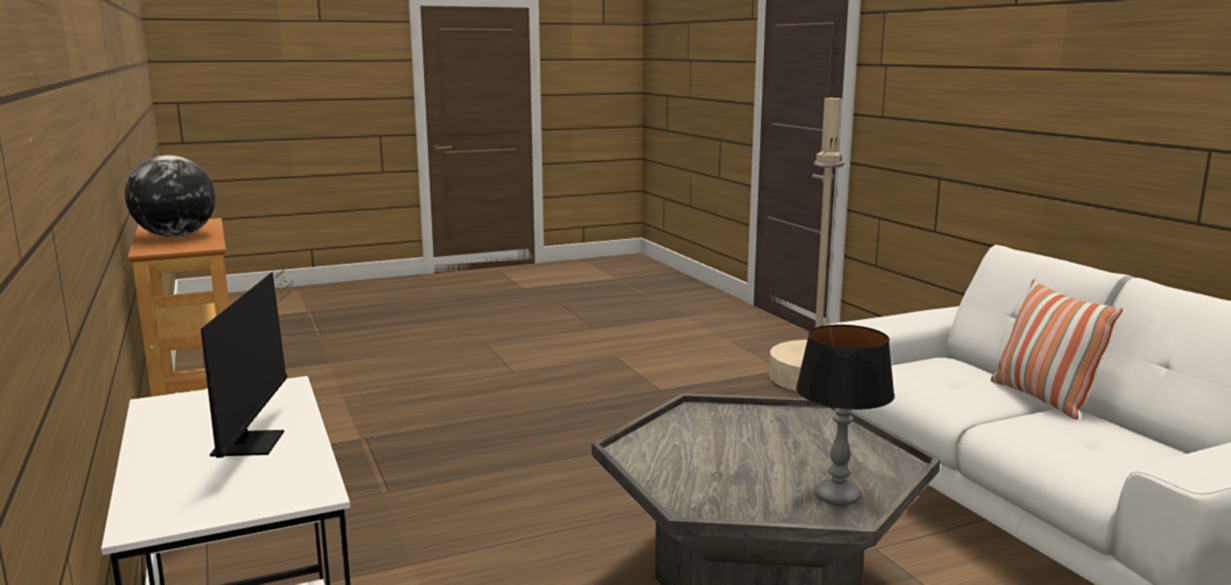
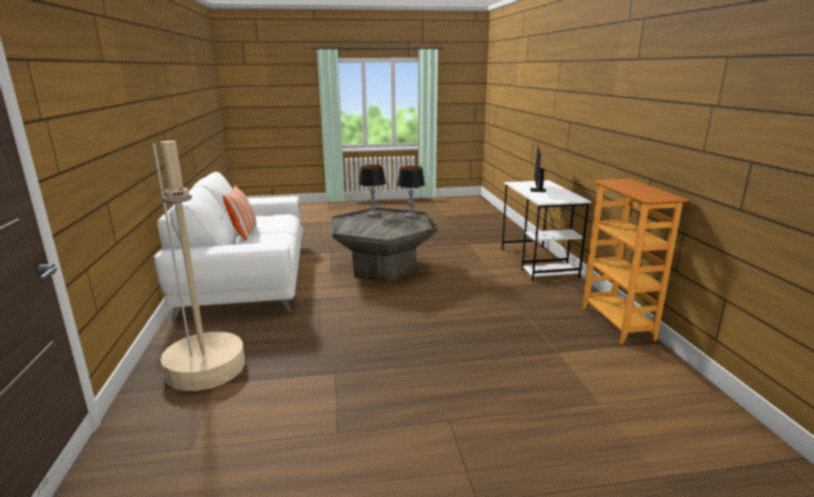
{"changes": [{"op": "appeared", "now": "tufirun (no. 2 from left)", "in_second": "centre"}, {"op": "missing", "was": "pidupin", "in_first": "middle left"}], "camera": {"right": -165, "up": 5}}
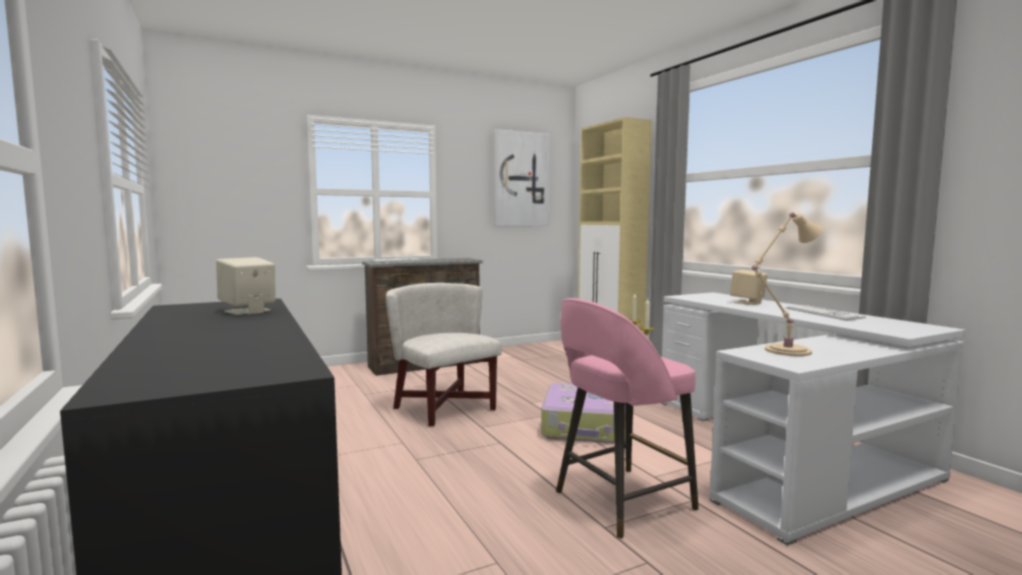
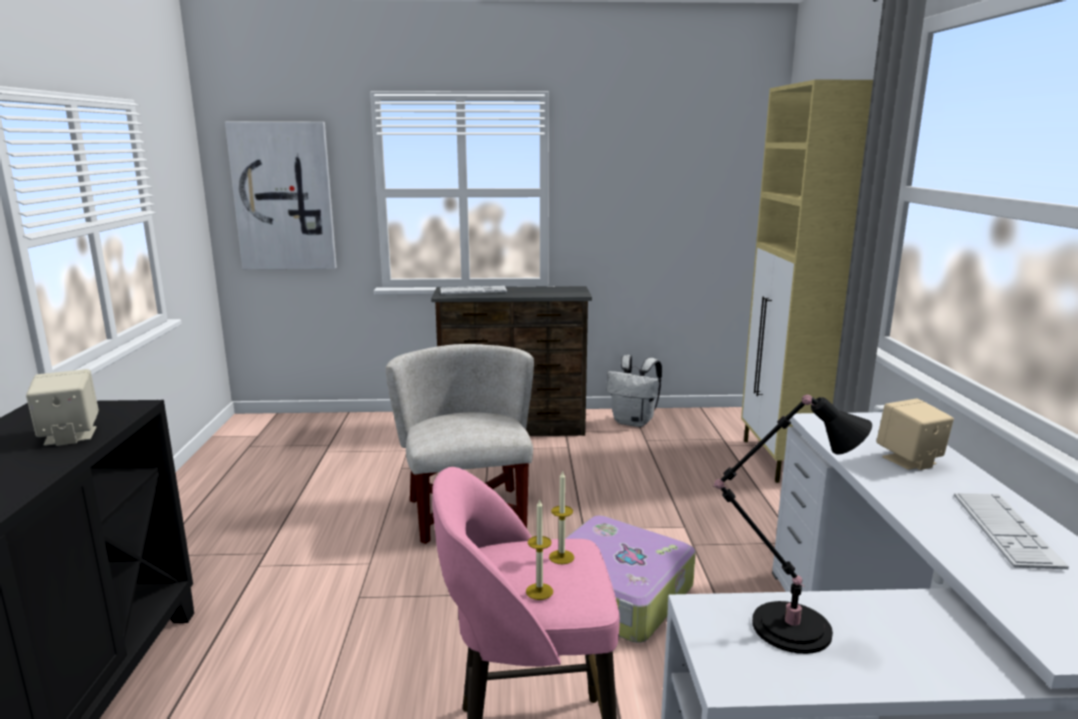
{"changes": [{"op": "relocated", "was": "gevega", "in_first": "top centre", "in_second": "top left"}, {"op": "appeared", "now": "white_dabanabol", "in_second": "centre"}, {"op": "colour", "was": "beige_tufirun", "now": "black_tufirun", "in_first": "middle right", "in_second": "bottom right"}], "camera": {"right": 25, "up": 10}}
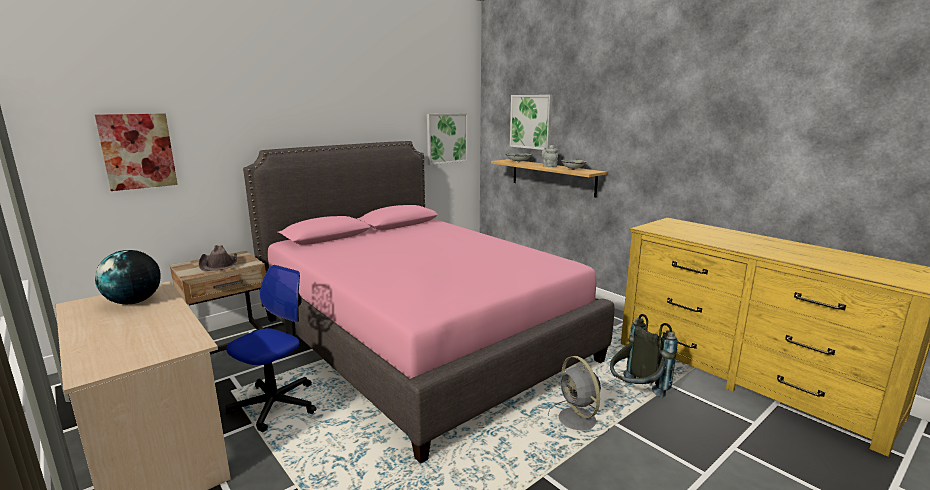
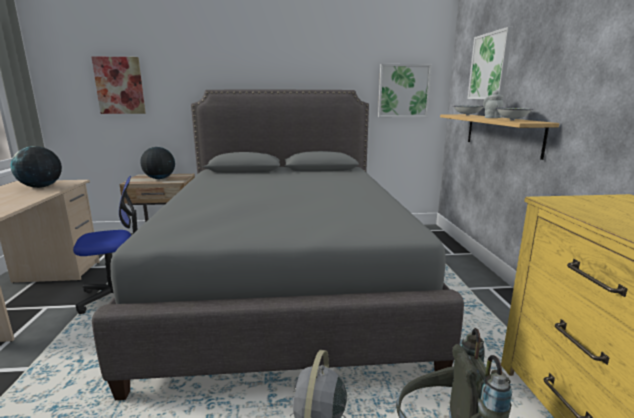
{"changes": [{"op": "colour", "was": "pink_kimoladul", "now": "grey_kimoladul", "in_first": "centre", "in_second": "centre"}, {"op": "exchanged", "was": "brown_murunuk", "now": "pidupin (no. 2 from left)", "in_first": "middle left", "in_second": "middle left"}], "camera": {"right": 35, "up": 0}}
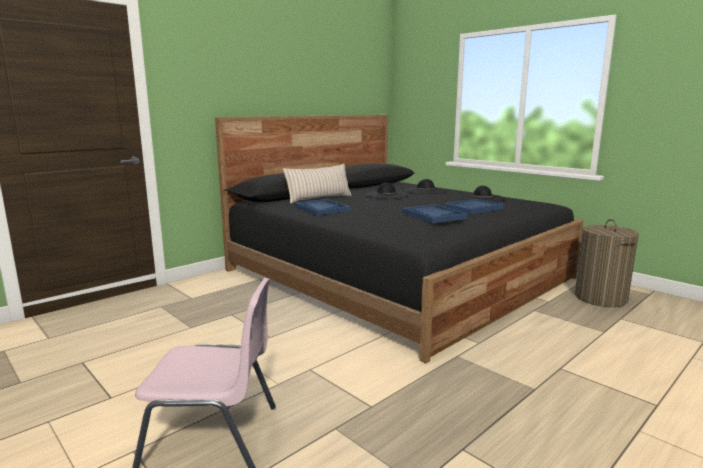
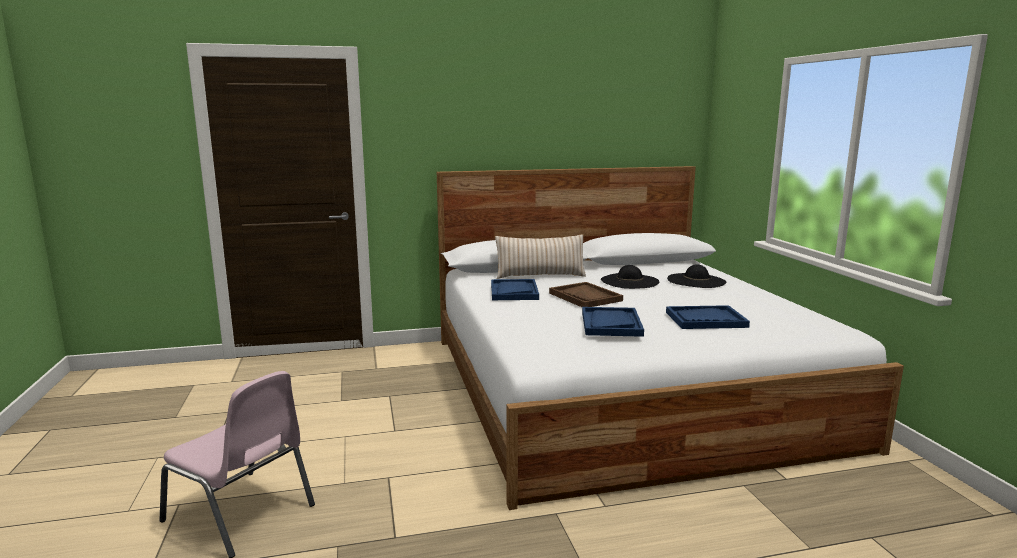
{"changes": [{"op": "colour", "was": "black_kimoladul", "now": "white_kimoladul", "in_first": "centre", "in_second": "centre"}, {"op": "appeared", "now": "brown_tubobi", "in_second": "centre"}, {"op": "missing", "was": "black_murunuk (no. 3 from left)", "in_first": "middle right"}, {"op": "missing", "was": "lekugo", "in_first": "middle right"}], "camera": {"right": 30, "up": 0}}
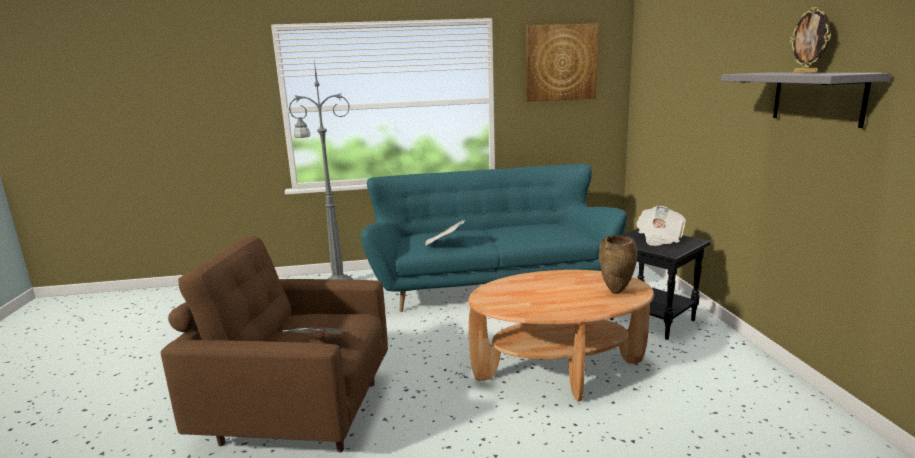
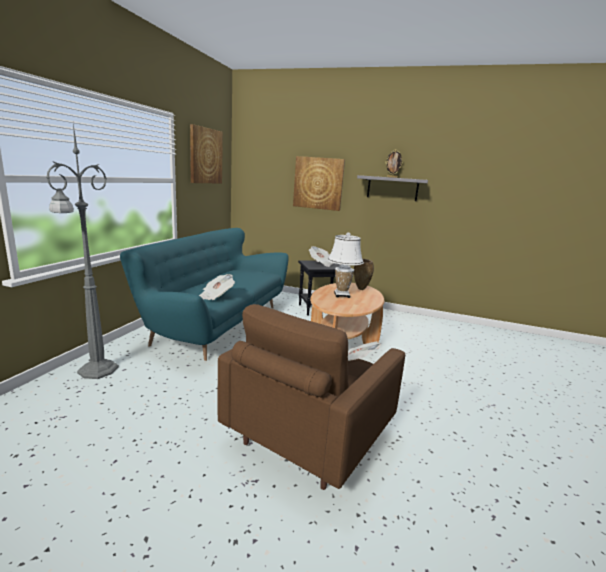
{"changes": [{"op": "appeared", "now": "gevega (no. 2 from left)", "in_second": "top centre"}, {"op": "appeared", "now": "white_tufirun", "in_second": "centre"}], "camera": {"right": -65, "up": 0}}
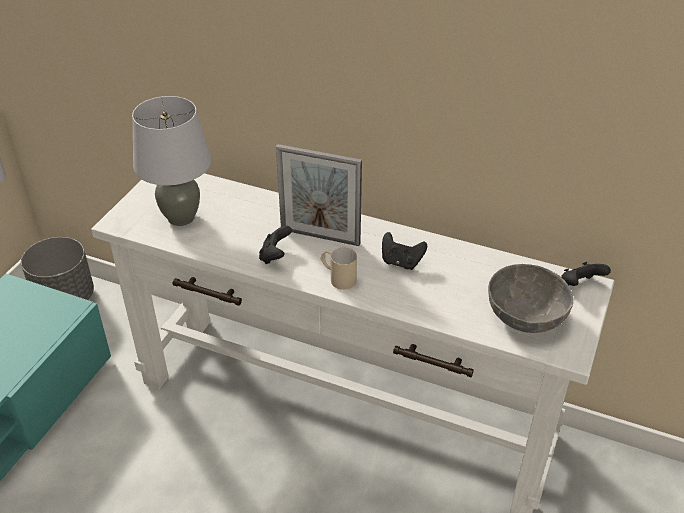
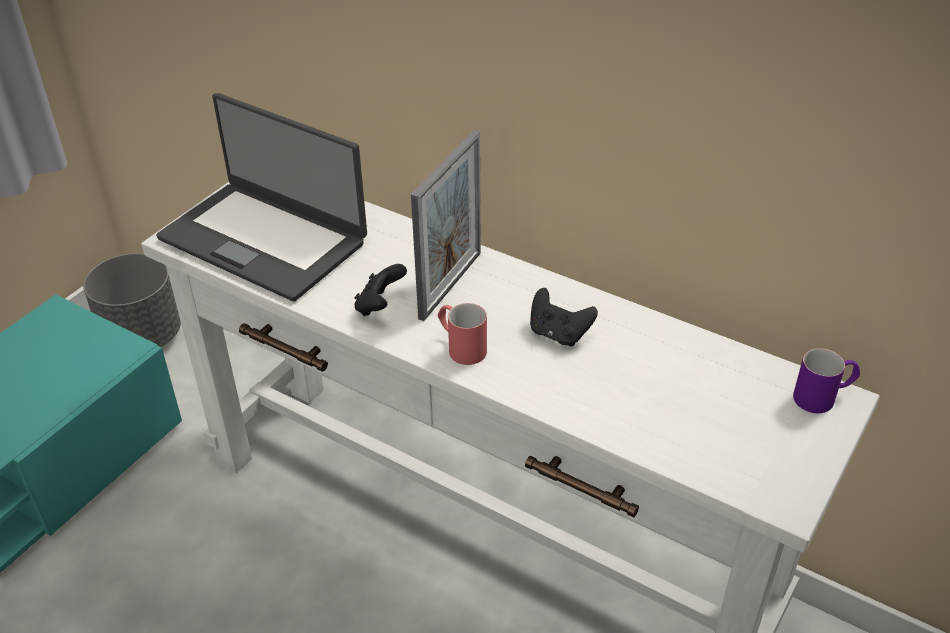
{"changes": [{"op": "exchanged", "was": "grey_tufirun", "now": "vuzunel", "in_first": "top left", "in_second": "top left"}, {"op": "spun", "was": "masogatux", "in_first": "centre", "in_second": "centre", "clockwise": -90}, {"op": "colour", "was": "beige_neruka", "now": "red_neruka", "in_first": "centre", "in_second": "centre"}, {"op": "exchanged", "was": "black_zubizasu (no. 3 from left)", "now": "purple_neruka", "in_first": "middle right", "in_second": "middle right"}, {"op": "missing", "was": "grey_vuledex", "in_first": "middle right"}], "camera": {"right": 10, "up": 0}}
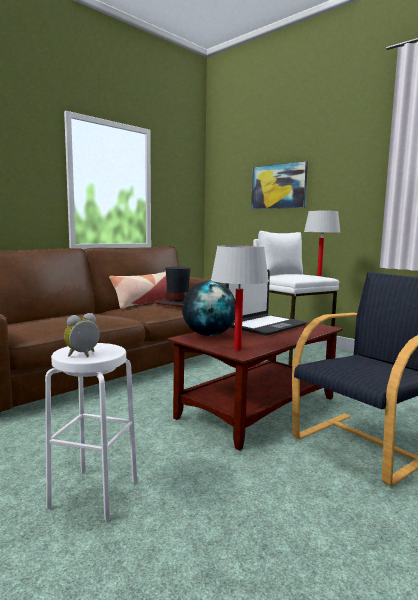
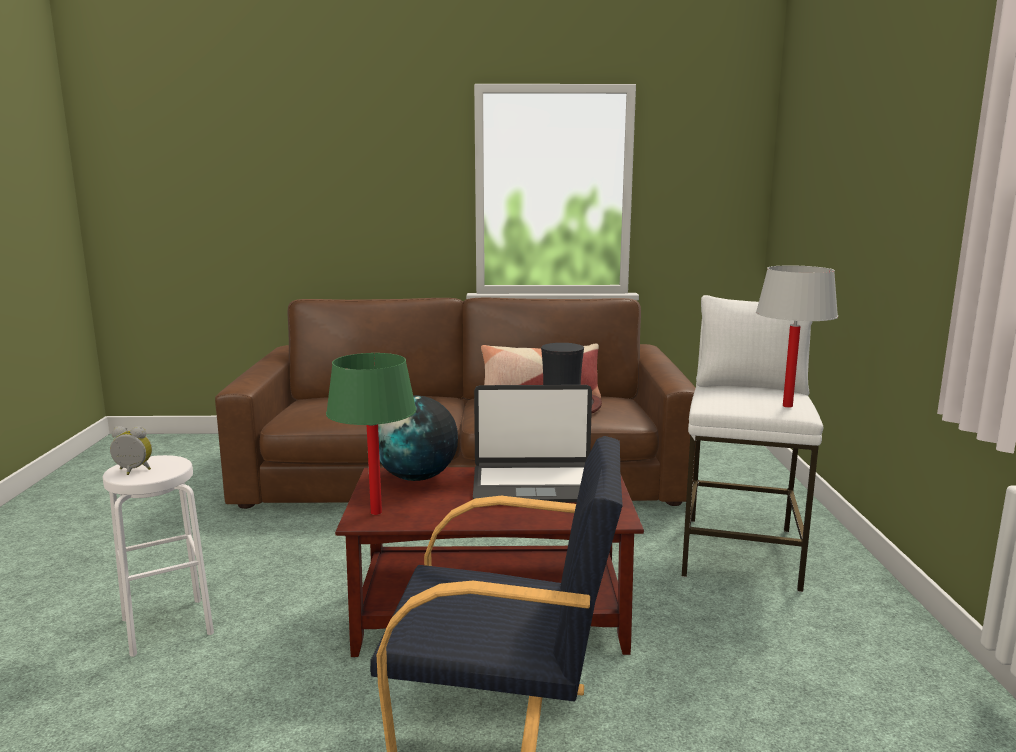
{"changes": [{"op": "colour", "was": "white_tufirun (no. 1 from left)", "now": "green_tufirun", "in_first": "centre", "in_second": "centre"}, {"op": "missing", "was": "gevega", "in_first": "top right"}], "camera": {"right": 45, "up": 5}}
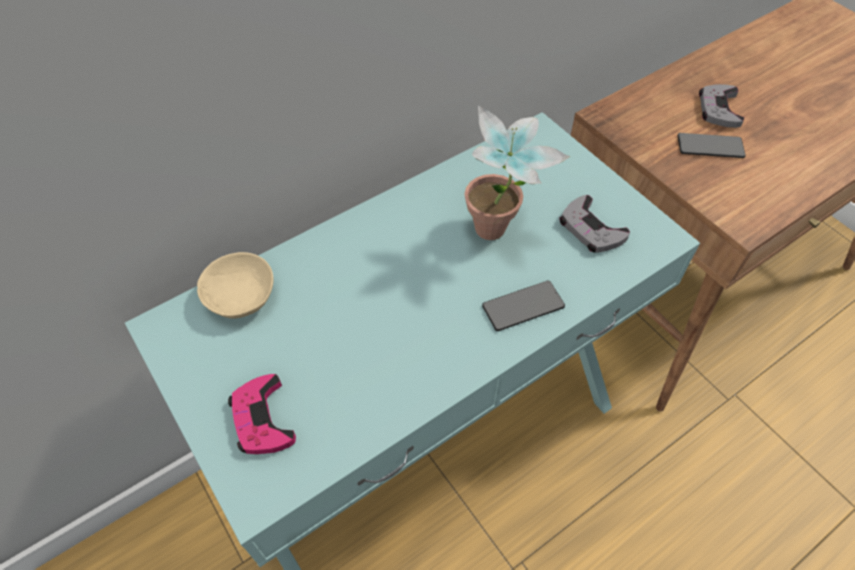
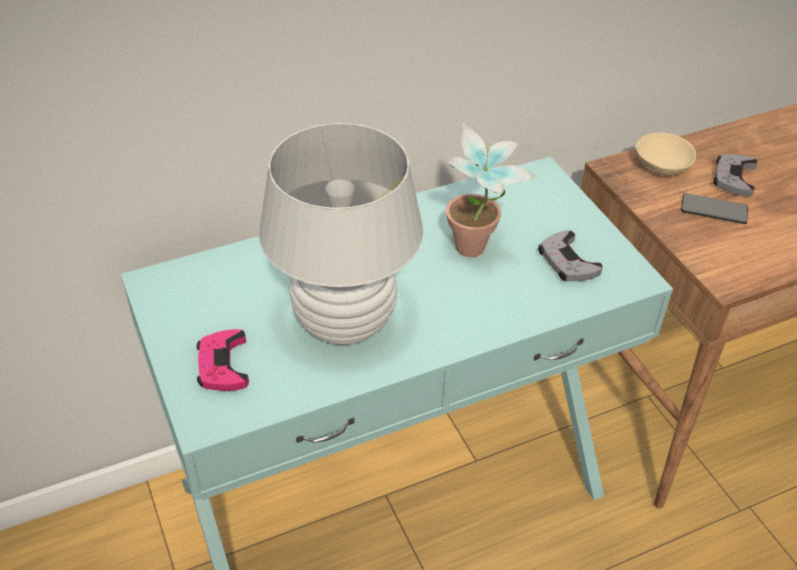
{"changes": [{"op": "appeared", "now": "white_tufirun", "in_second": "centre"}, {"op": "relocated", "was": "beige_vuledex", "in_first": "middle left", "in_second": "top right"}, {"op": "missing", "was": "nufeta (no. 1 from left)", "in_first": "centre"}], "camera": {"right": 10, "up": -10}}
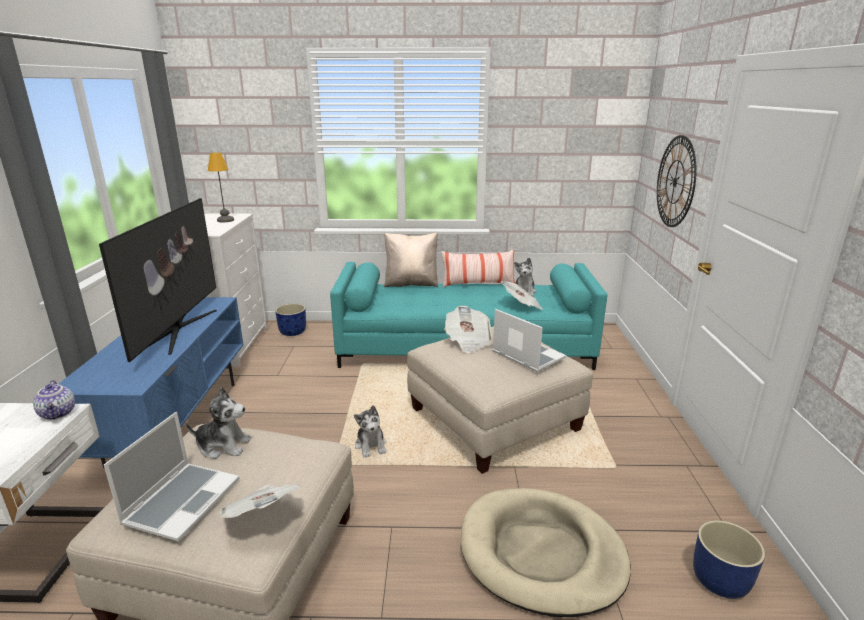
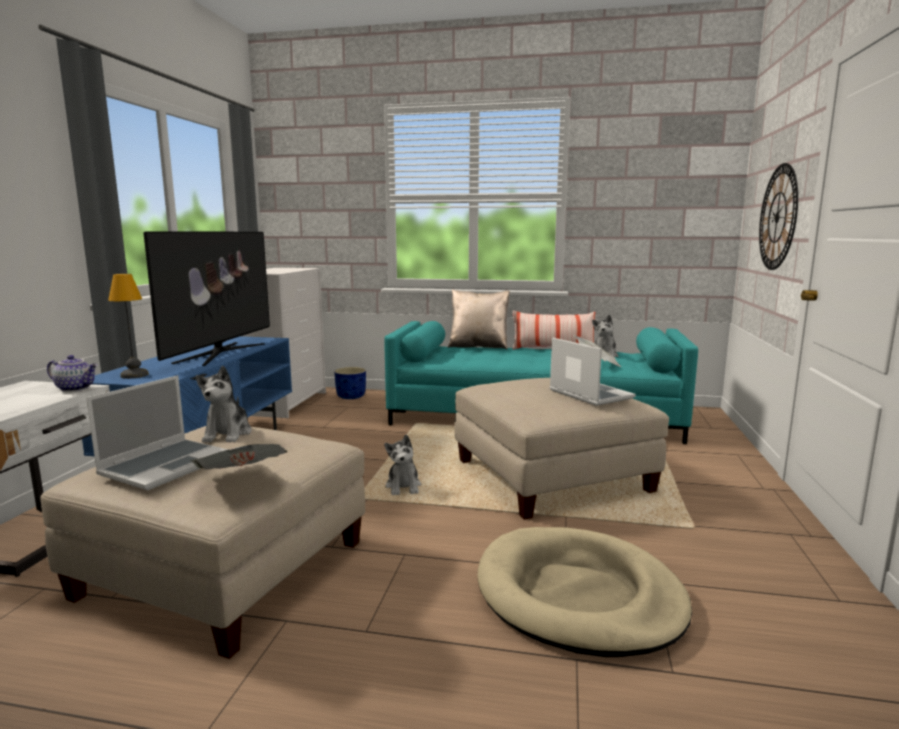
{"changes": [{"op": "spun", "was": "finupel", "in_first": "middle left", "in_second": "middle left", "clockwise": -60}, {"op": "relocated", "was": "tufirun", "in_first": "top left", "in_second": "middle left"}, {"op": "spun", "was": "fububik (no. 1 from left)", "in_first": "bottom left", "in_second": "middle left", "clockwise": 75}, {"op": "missing", "was": "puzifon (no. 2 from left)", "in_first": "centre"}, {"op": "missing", "was": "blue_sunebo (no. 2 from left)", "in_first": "bottom right"}], "camera": {"right": 10, "up": -10}}
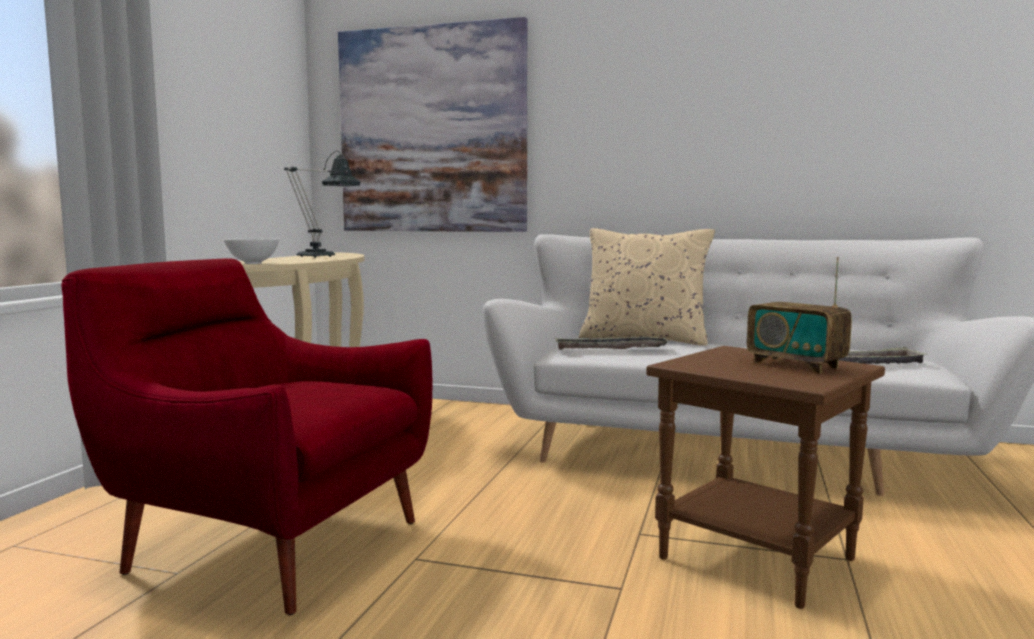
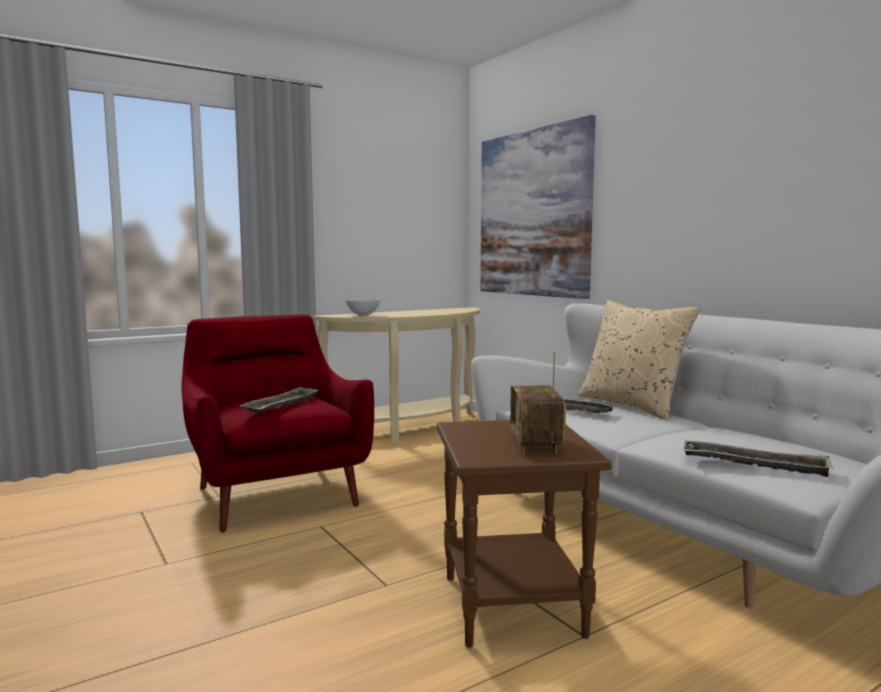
{"changes": [{"op": "appeared", "now": "tubobi (no. 1 from left)", "in_second": "middle left"}, {"op": "missing", "was": "tufirun", "in_first": "top left"}], "camera": {"right": 40, "up": 0}}
